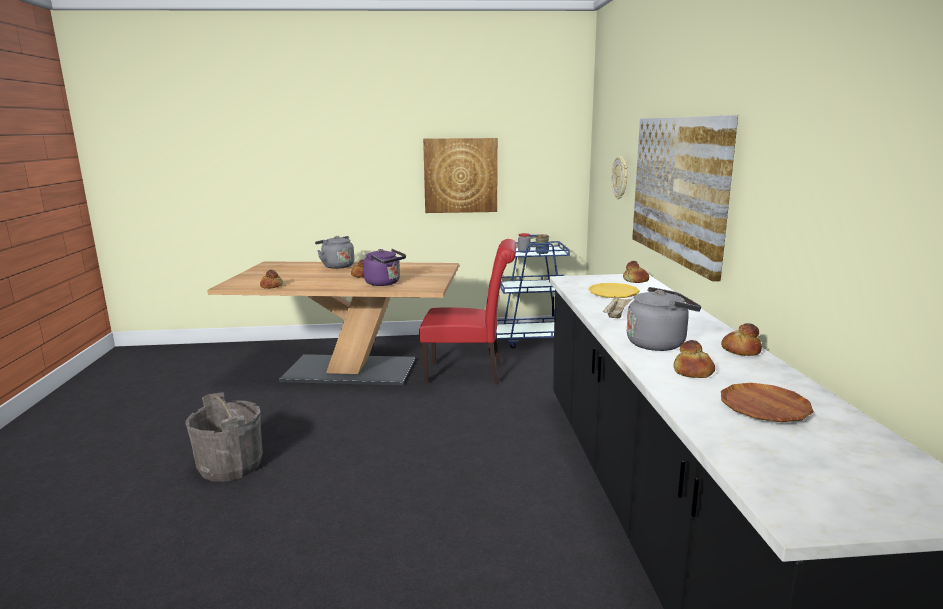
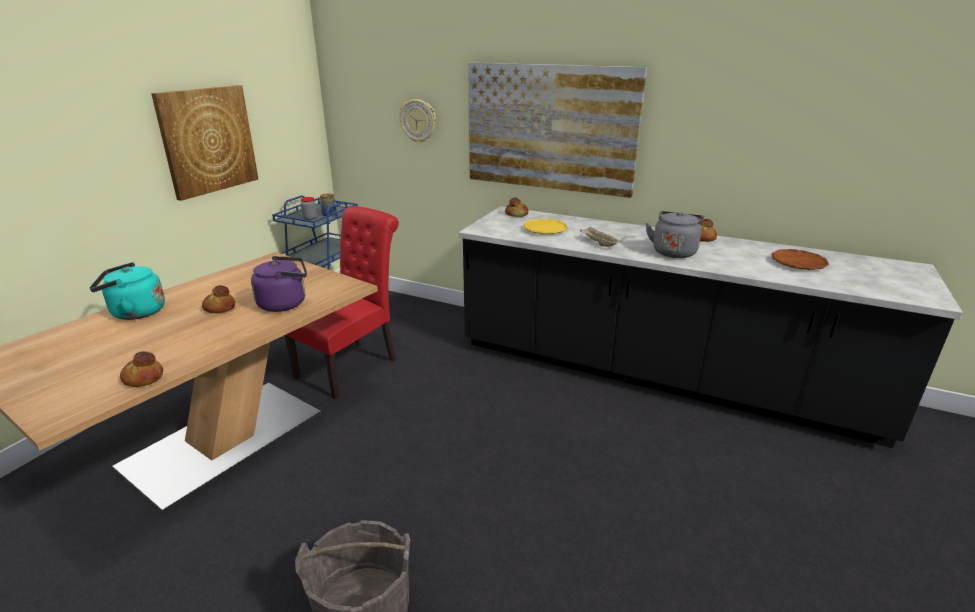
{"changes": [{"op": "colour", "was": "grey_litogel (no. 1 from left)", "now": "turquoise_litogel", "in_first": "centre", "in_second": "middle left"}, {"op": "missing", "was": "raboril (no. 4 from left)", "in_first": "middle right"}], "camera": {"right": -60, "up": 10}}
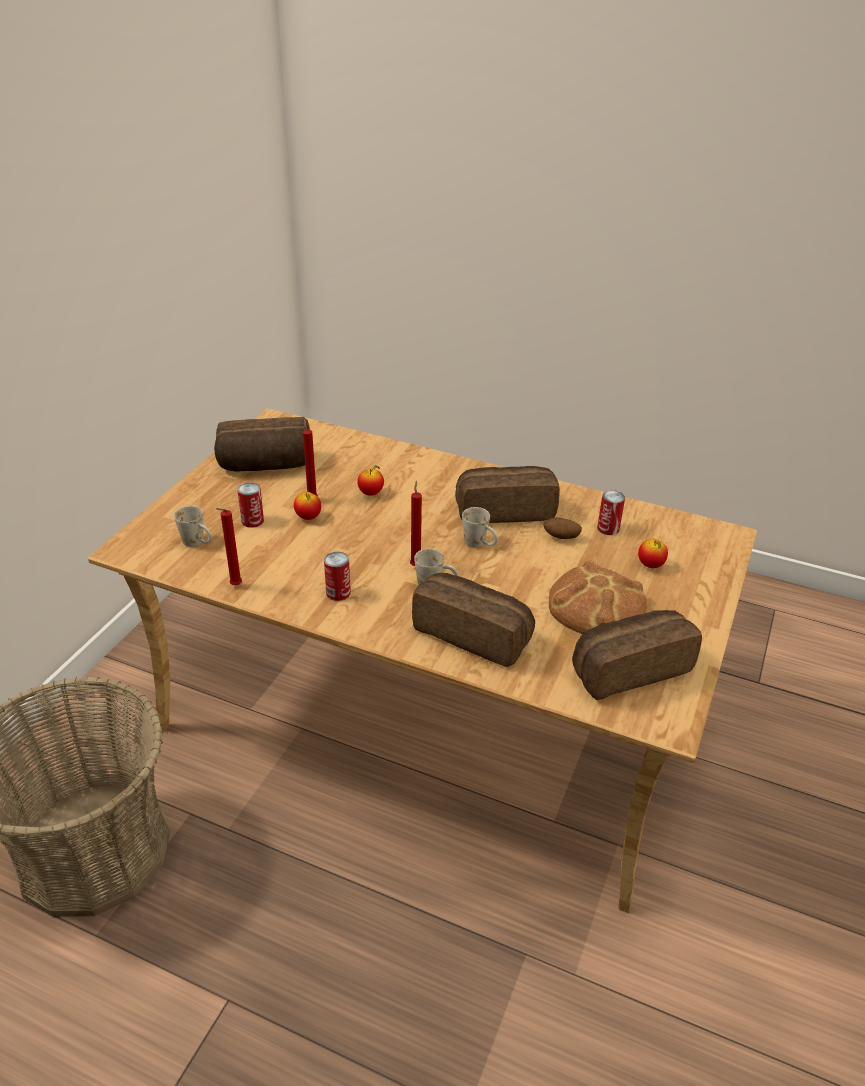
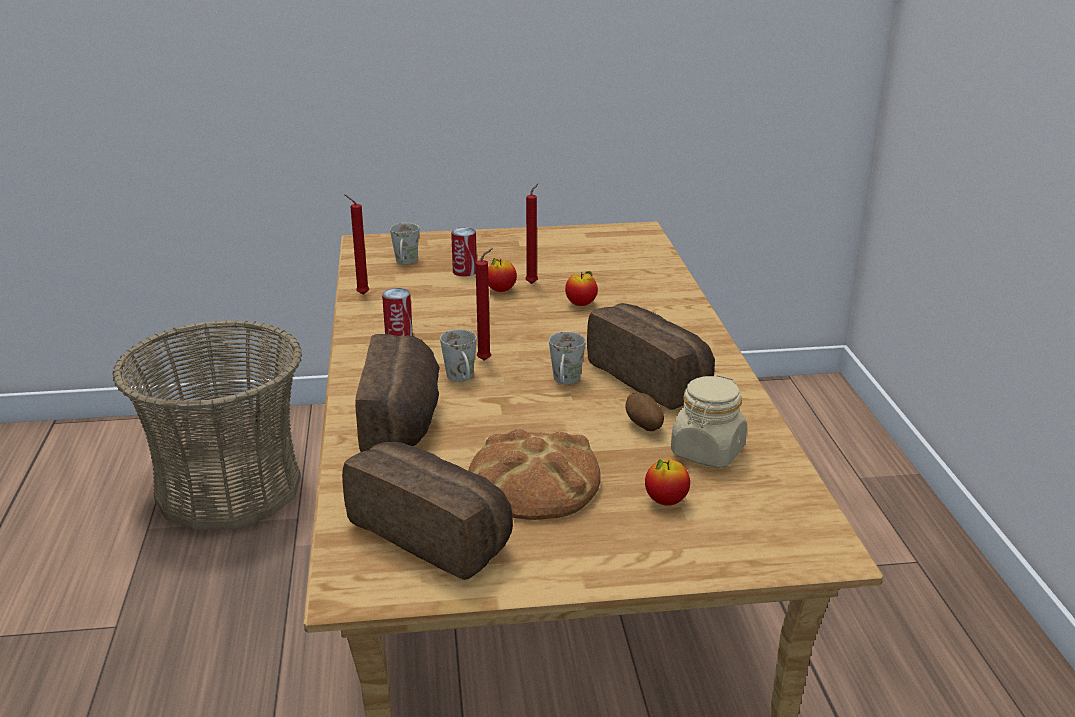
{"changes": [{"op": "exchanged", "was": "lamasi (no. 3 from left)", "now": "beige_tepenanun", "in_first": "middle right", "in_second": "centre"}, {"op": "missing", "was": "raboril (no. 1 from left)", "in_first": "middle left"}], "camera": {"right": 60, "up": -10}}
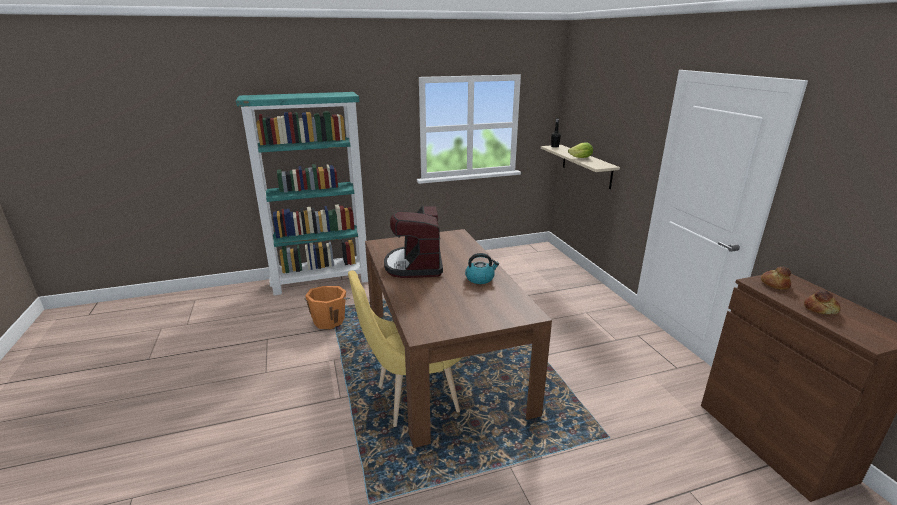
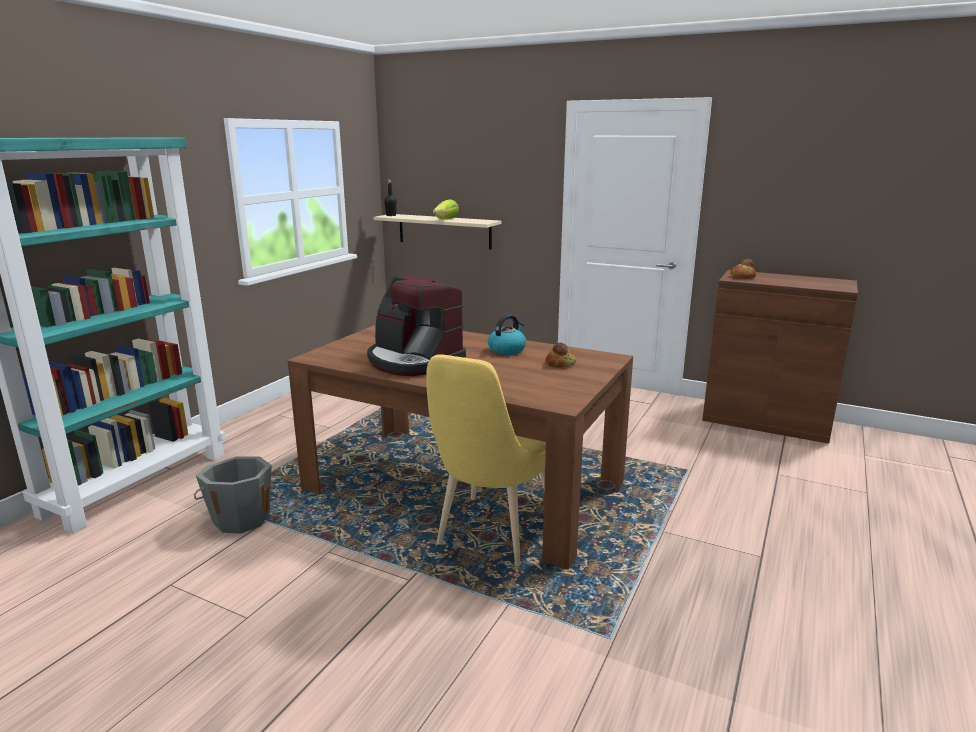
{"changes": [{"op": "colour", "was": "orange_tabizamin", "now": "grey_tabizamin", "in_first": "centre", "in_second": "bottom left"}, {"op": "relocated", "was": "raboril (no. 2 from left in the first image)", "now": "raboril (no. 1 from left)", "in_first": "middle right", "in_second": "centre"}], "camera": {"right": -45, "up": -5}}
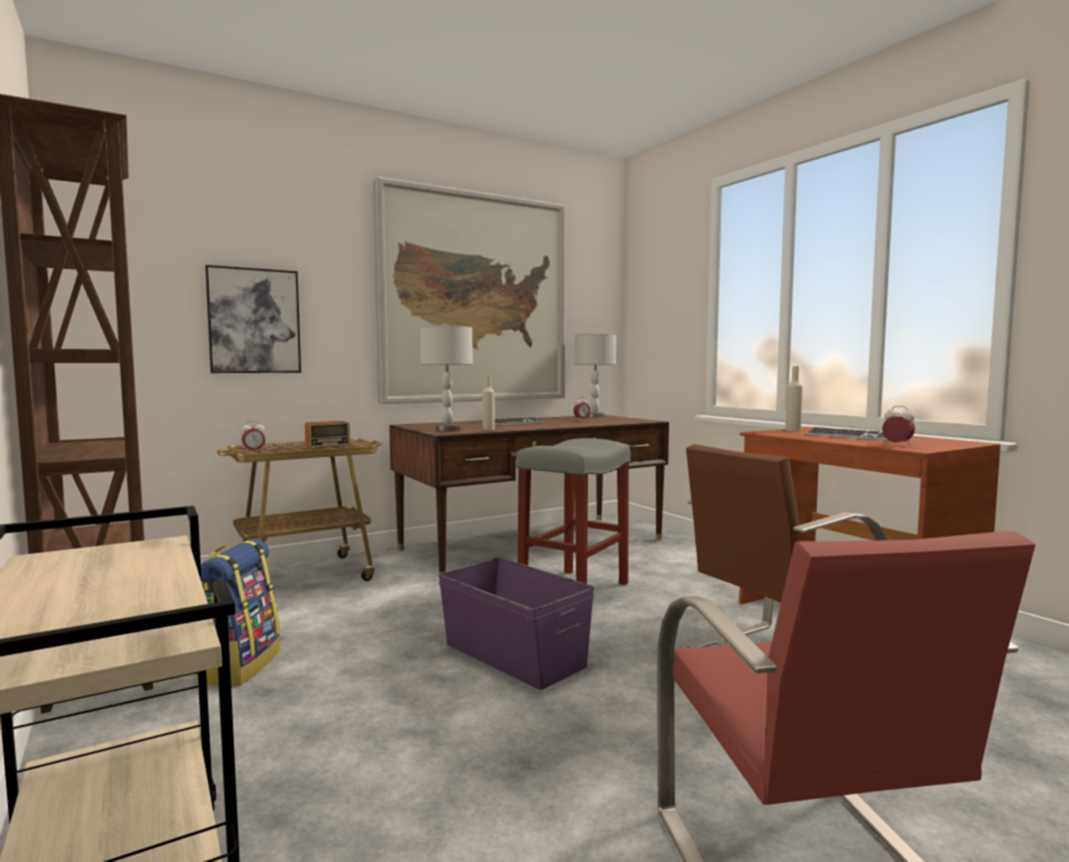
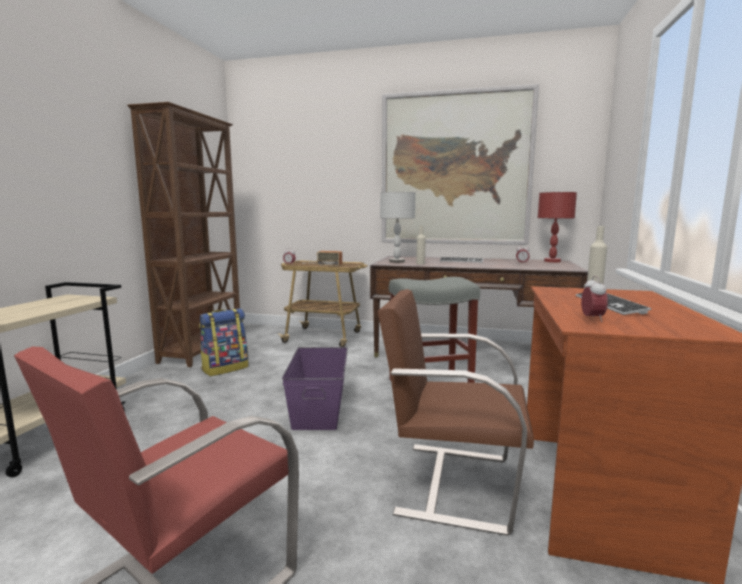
{"changes": [{"op": "colour", "was": "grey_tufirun (no. 2 from left)", "now": "red_tufirun", "in_first": "centre", "in_second": "middle right"}, {"op": "missing", "was": "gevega (no. 1 from left)", "in_first": "middle left"}], "camera": {"right": 45, "up": 5}}
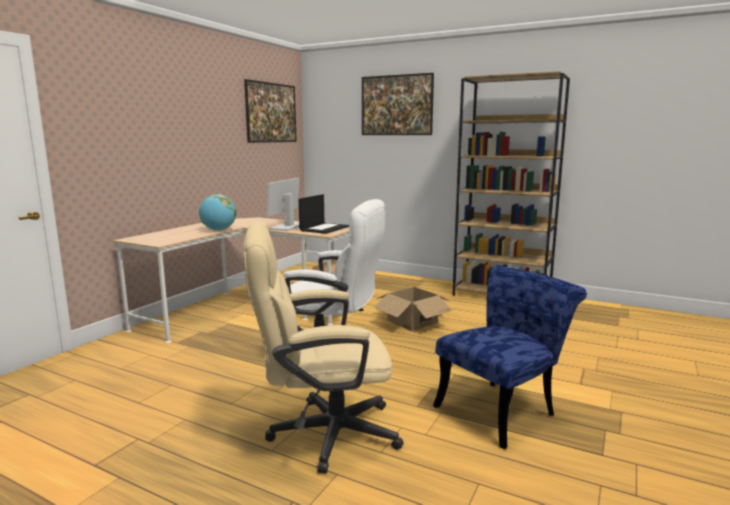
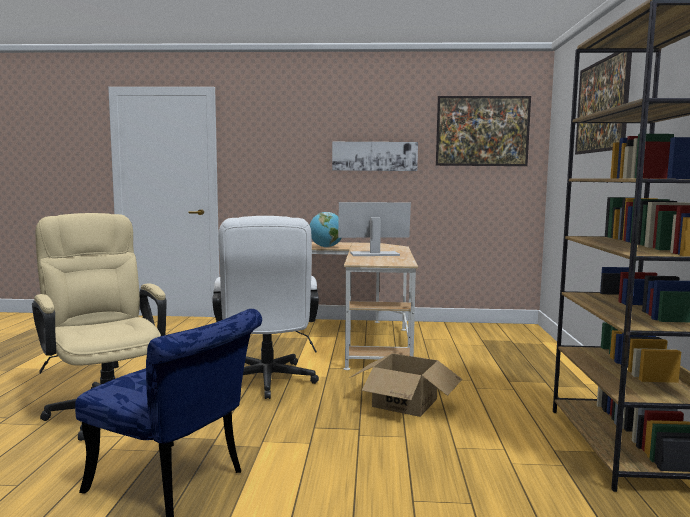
{"changes": [{"op": "appeared", "now": "gevega (no. 1 from left)", "in_second": "top centre"}, {"op": "missing", "was": "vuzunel", "in_first": "centre"}], "camera": {"right": 65, "up": -5}}
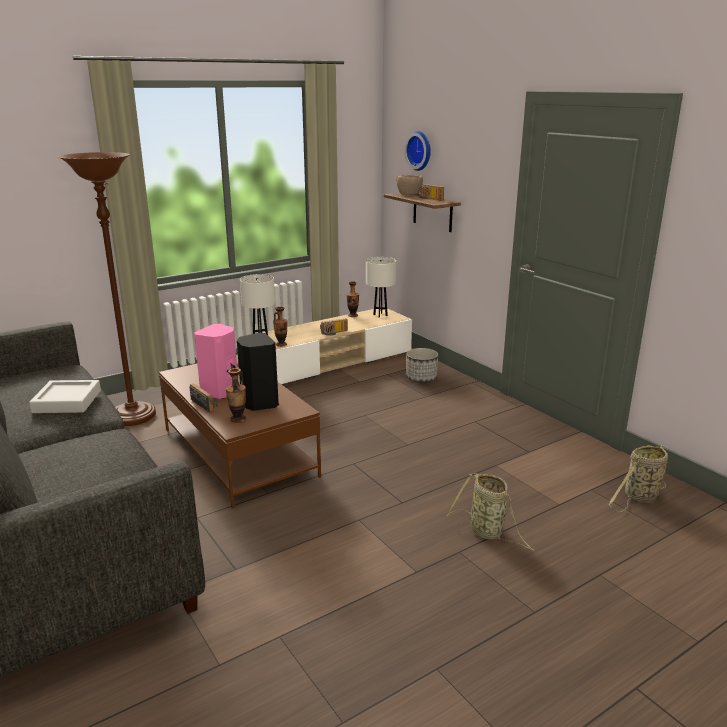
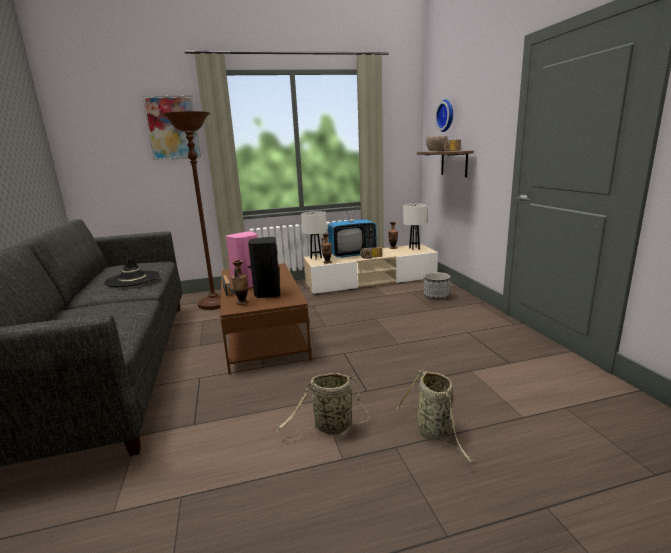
{"changes": [{"op": "exchanged", "was": "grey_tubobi", "now": "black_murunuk", "in_first": "middle left", "in_second": "middle left"}, {"op": "appeared", "now": "gevega", "in_second": "top left"}, {"op": "relocated", "was": "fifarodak (no. 2 from left in the first image)", "now": "fifarodak (no. 1 from left)", "in_first": "middle right", "in_second": "bottom centre"}, {"op": "appeared", "now": "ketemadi", "in_second": "centre"}], "camera": {"right": 20, "up": -5}}
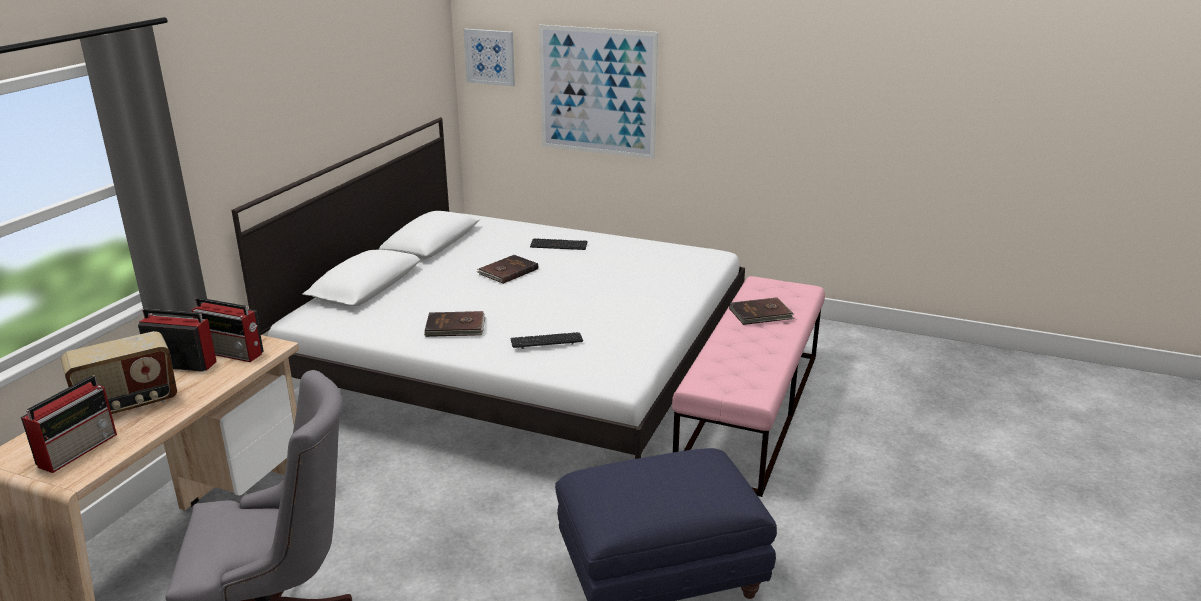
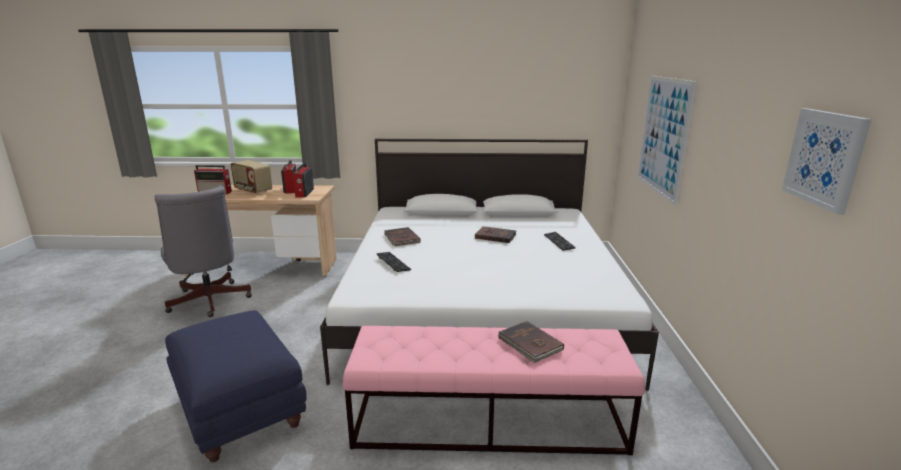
{"changes": [{"op": "relocated", "was": "gevega (no. 1 from left in the first image)", "now": "gevega (no. 2 from left)", "in_first": "top centre", "in_second": "middle right"}], "camera": {"right": 70, "up": -5}}
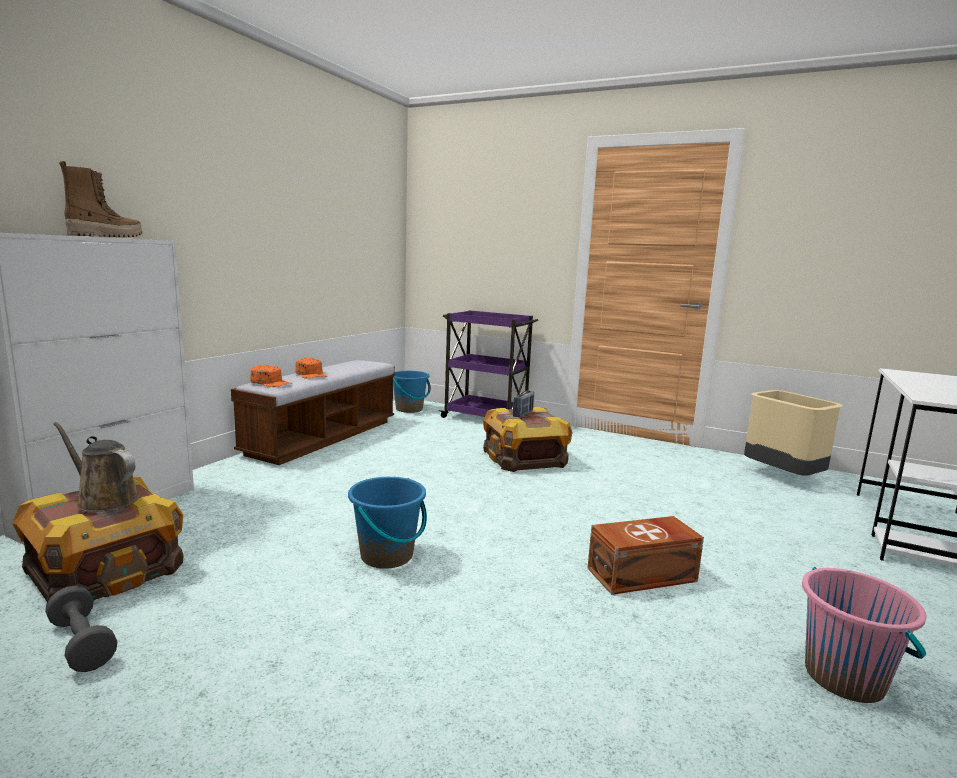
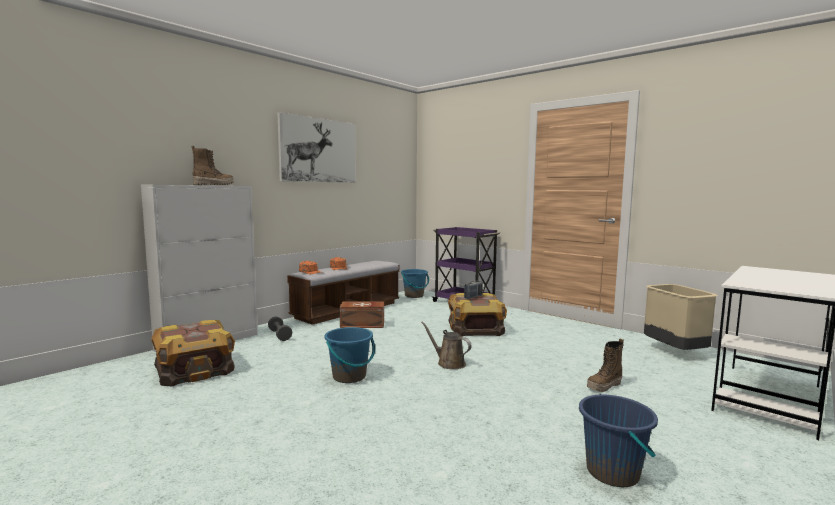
{"changes": [{"op": "relocated", "was": "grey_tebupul", "in_first": "bottom left", "in_second": "centre"}, {"op": "appeared", "now": "gevega", "in_second": "top centre"}, {"op": "relocated", "was": "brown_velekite", "in_first": "bottom right", "in_second": "centre"}, {"op": "relocated", "was": "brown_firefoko", "in_first": "middle left", "in_second": "bottom centre"}, {"op": "colour", "was": "pink_tabizamin", "now": "blue_tabizamin (no. 3 from left)", "in_first": "bottom right", "in_second": "bottom right"}, {"op": "appeared", "now": "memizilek (no. 2 from left)", "in_second": "bottom right"}], "camera": {"right": 15, "up": -5}}
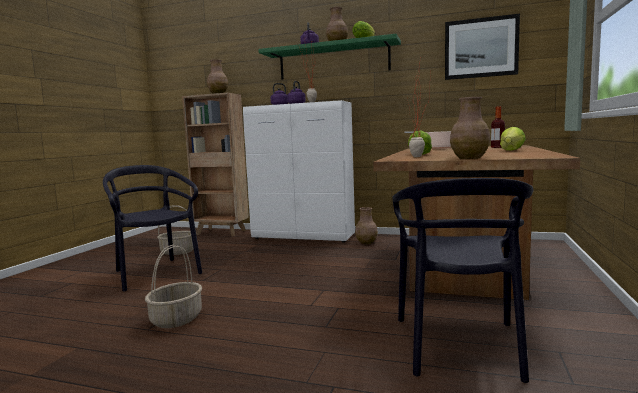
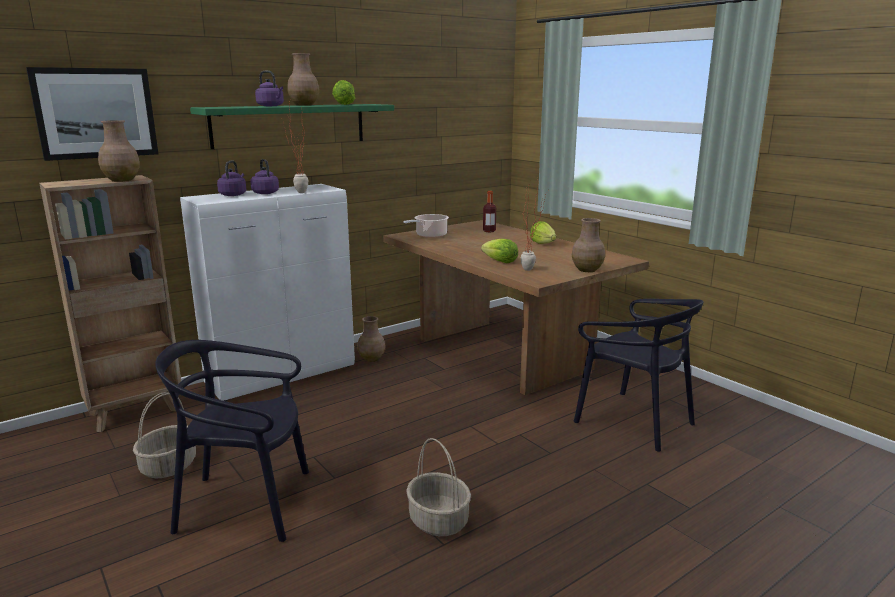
{"changes": [{"op": "relocated", "was": "gevega", "in_first": "top right", "in_second": "top left"}], "camera": {"right": -55, "up": 10}}
